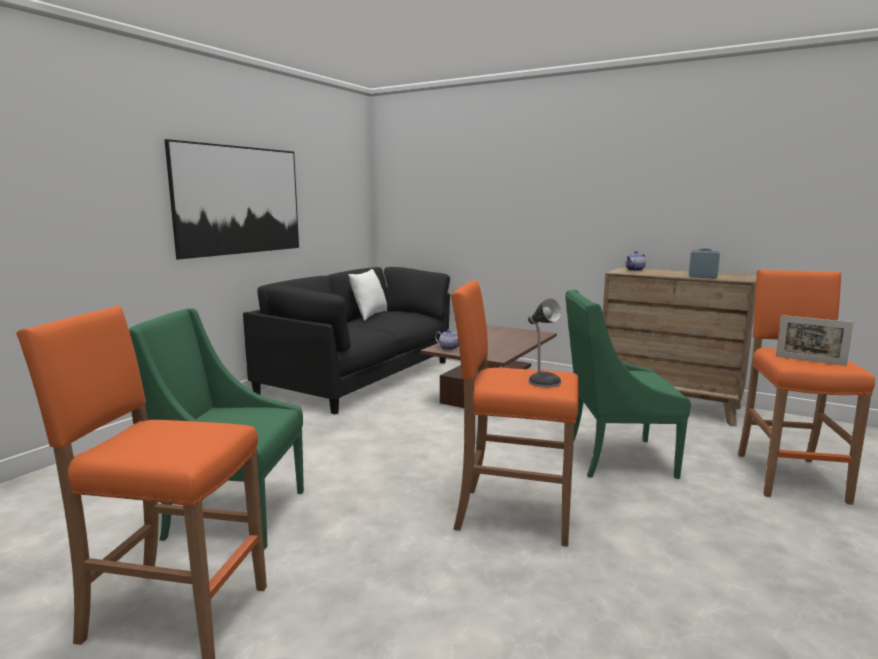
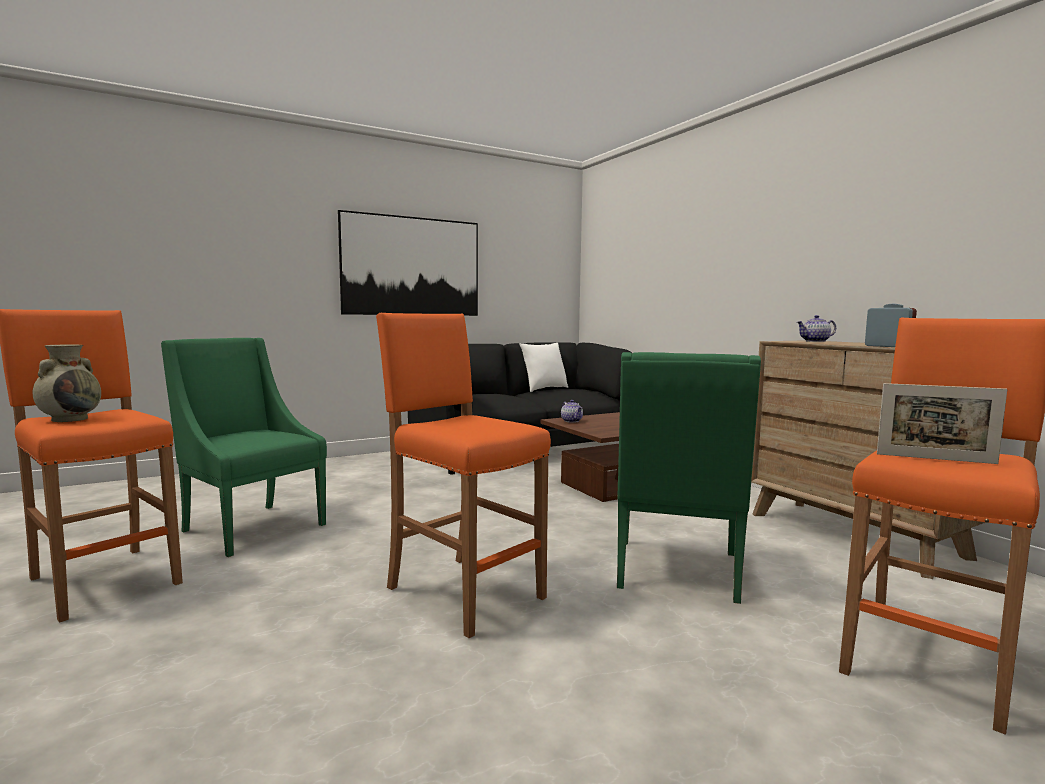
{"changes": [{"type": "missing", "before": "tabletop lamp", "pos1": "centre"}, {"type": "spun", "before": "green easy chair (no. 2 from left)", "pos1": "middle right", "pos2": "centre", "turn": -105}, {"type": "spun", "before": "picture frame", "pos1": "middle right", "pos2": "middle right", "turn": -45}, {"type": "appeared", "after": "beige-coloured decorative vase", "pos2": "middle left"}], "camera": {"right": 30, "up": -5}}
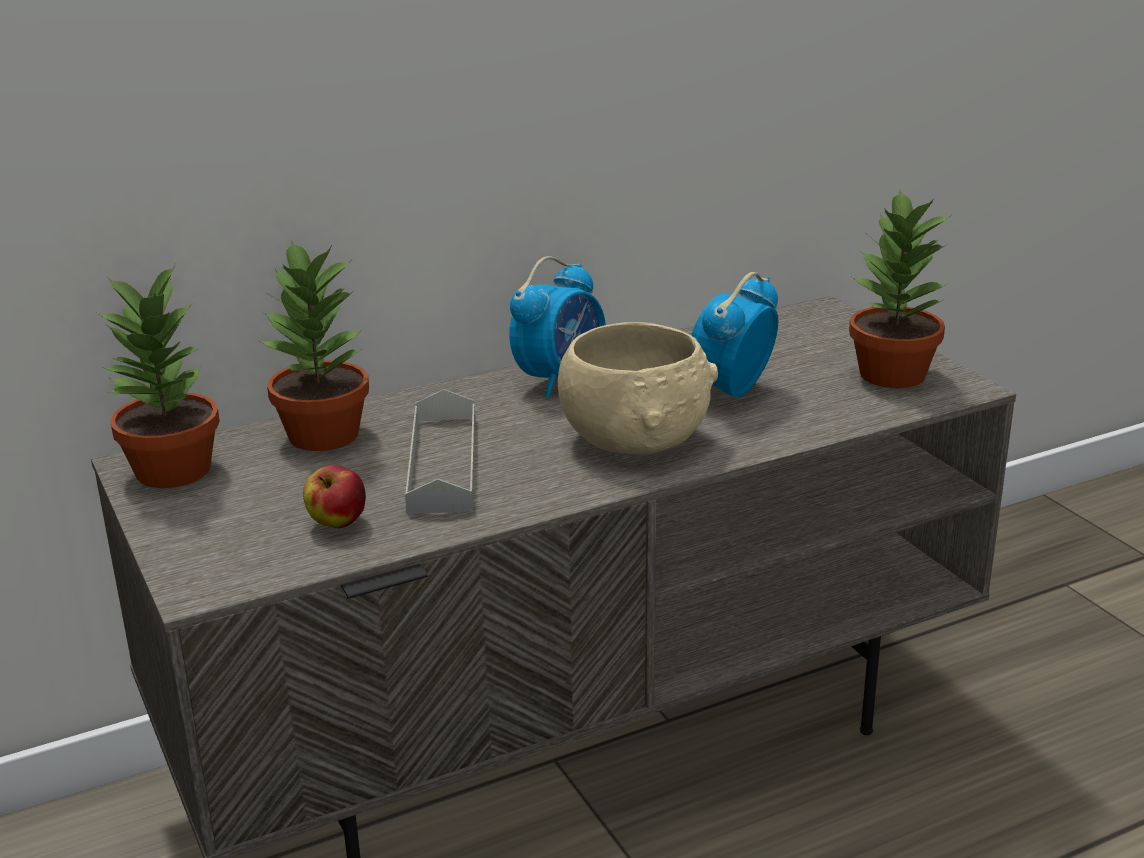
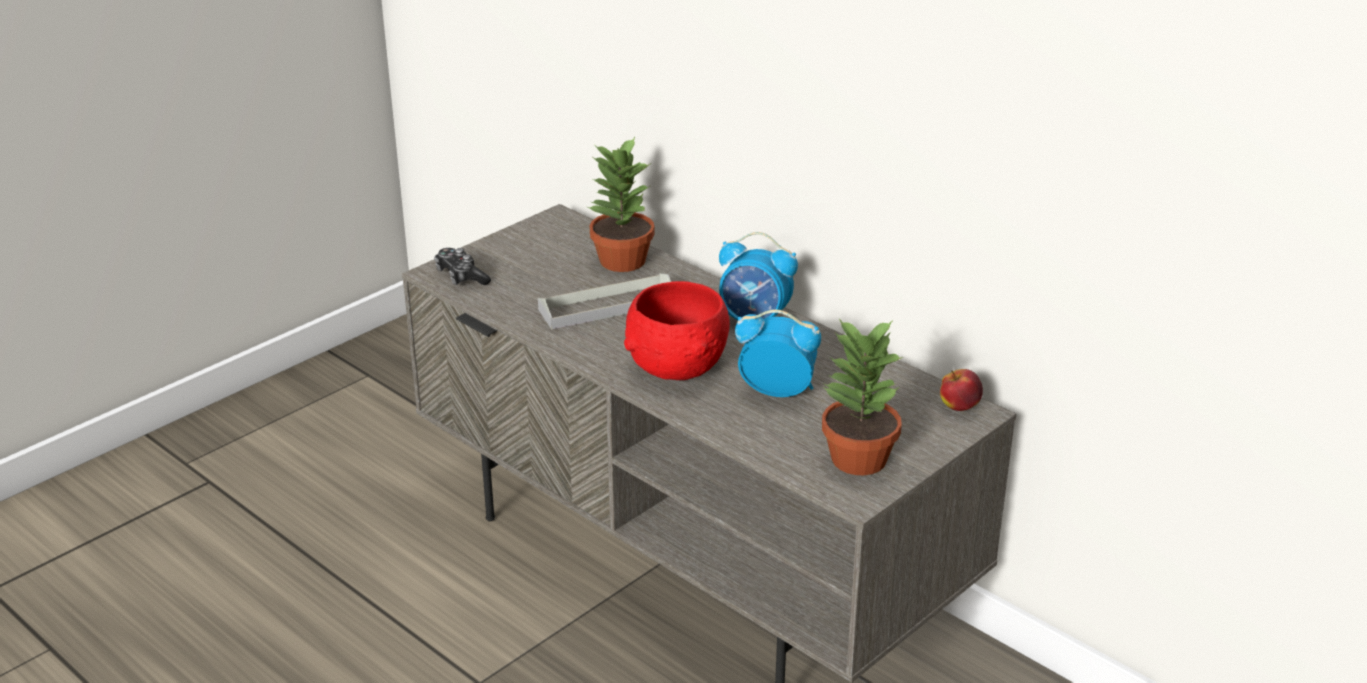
{"changes": [{"type": "missing", "before": "houseplant (no. 1 from left)", "pos1": "middle left"}, {"type": "relocated", "before": "whole apple", "pos1": "middle left", "pos2": "middle right"}, {"type": "colour", "before": "beige-coloured serving bowl", "after": "red serving bowl", "pos1": "centre", "pos2": "centre"}, {"type": "appeared", "after": "gamepad", "pos2": "centre"}], "camera": {"right": 70, "up": 5}}
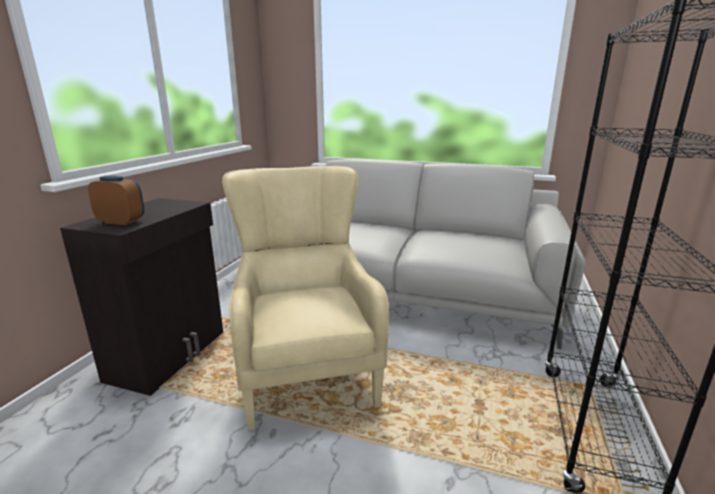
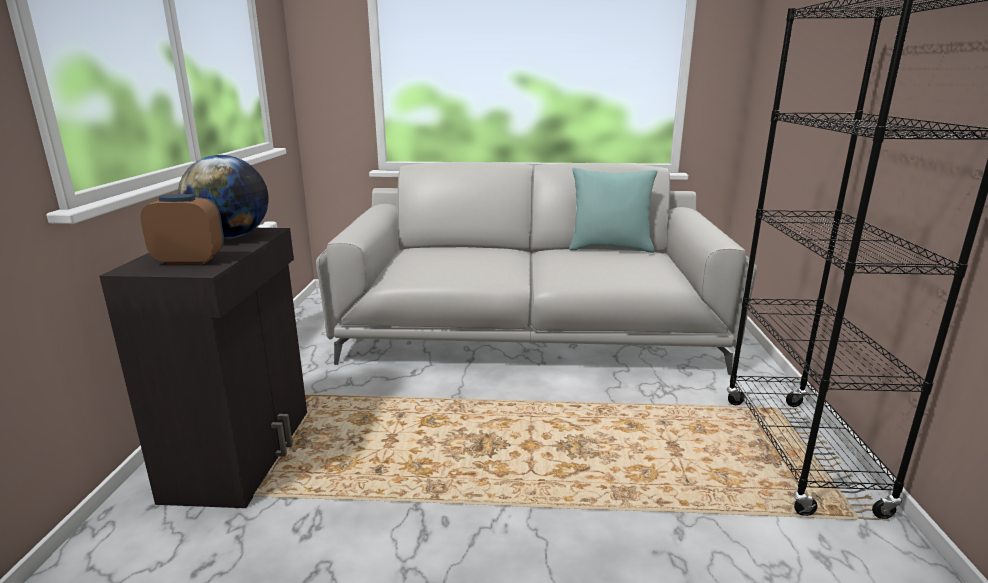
{"changes": [{"type": "missing", "before": "beige-coloured easy chair", "pos1": "centre"}, {"type": "appeared", "after": "globe", "pos2": "middle left"}, {"type": "appeared", "after": "turquoise-coloured throw pillow", "pos2": "centre"}], "camera": {"right": -15, "up": 0}}
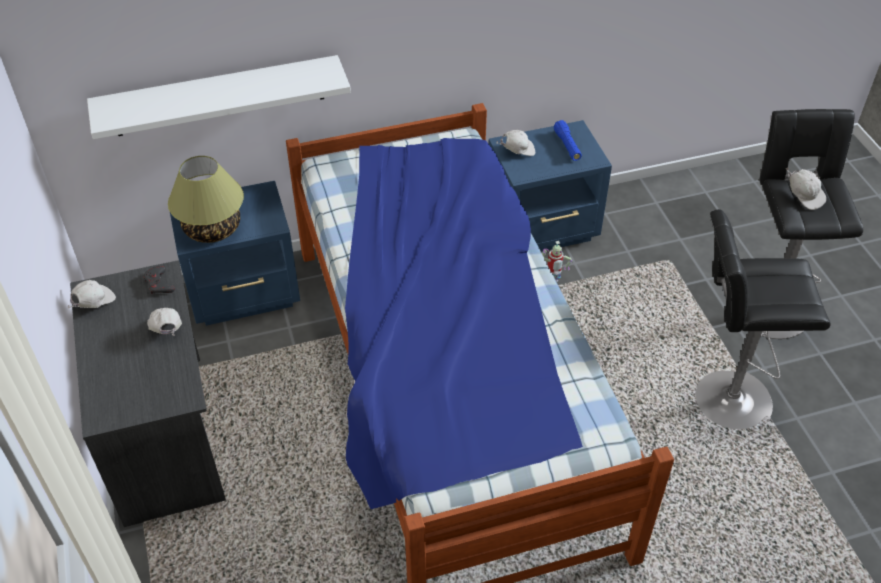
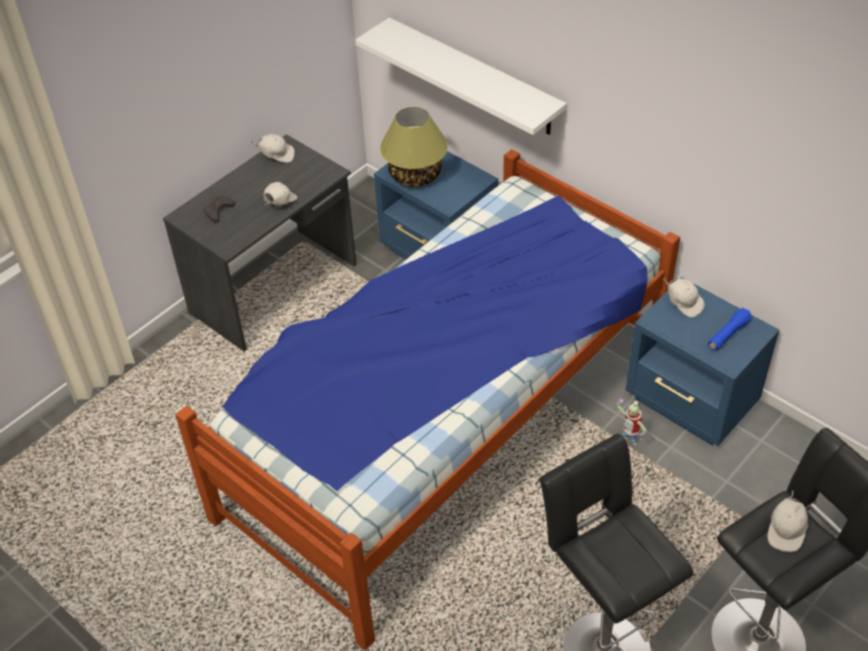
{"changes": [{"type": "relocated", "before": "gray gamepad", "pos1": "middle left", "pos2": "top left"}], "camera": {"right": 60, "up": 0}}
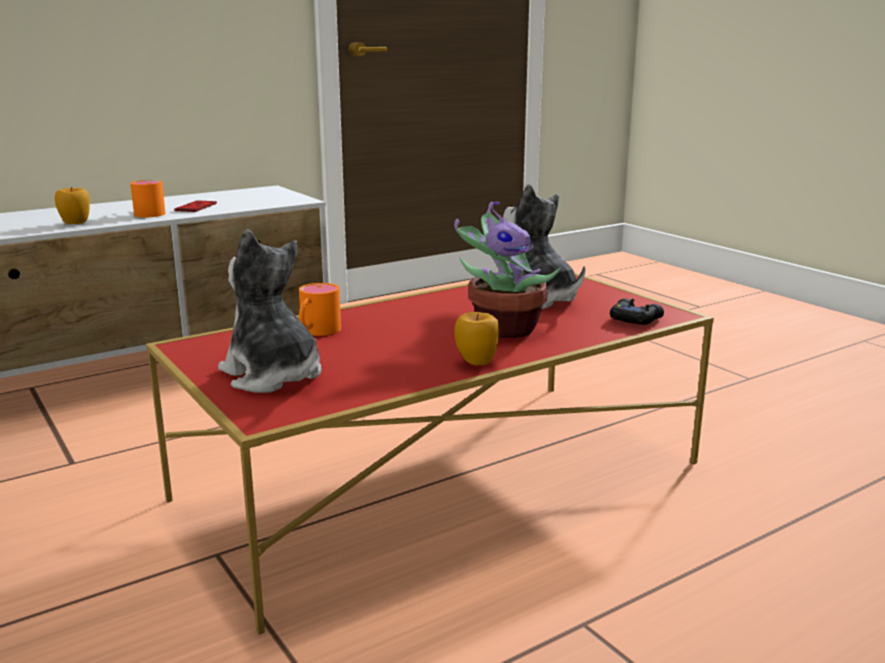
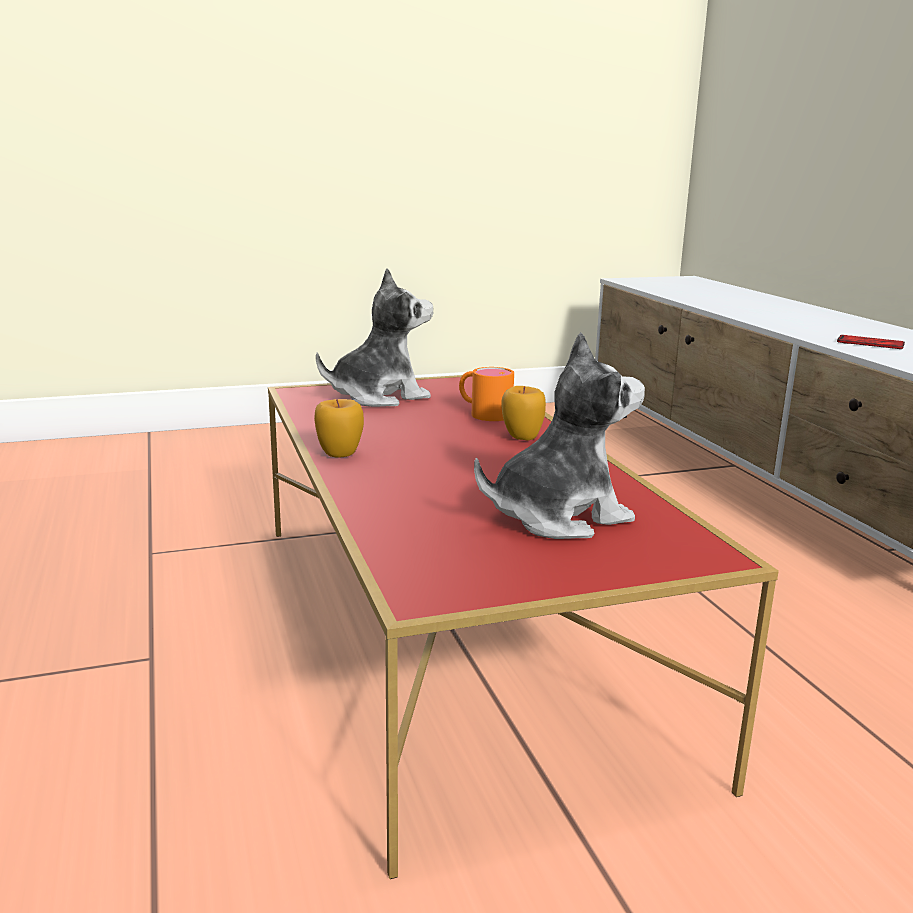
{"changes": [{"type": "relocated", "before": "whole apple (no. 1 from left in the first image)", "after": "whole apple (no. 2 from left)", "pos1": "top left", "pos2": "centre"}, {"type": "missing", "before": "orange-coloured mug (no. 1 from left)", "pos1": "top left"}, {"type": "missing", "before": "houseplant", "pos1": "centre"}, {"type": "missing", "before": "black gamepad", "pos1": "middle right"}], "camera": {"right": 105, "up": 0}}
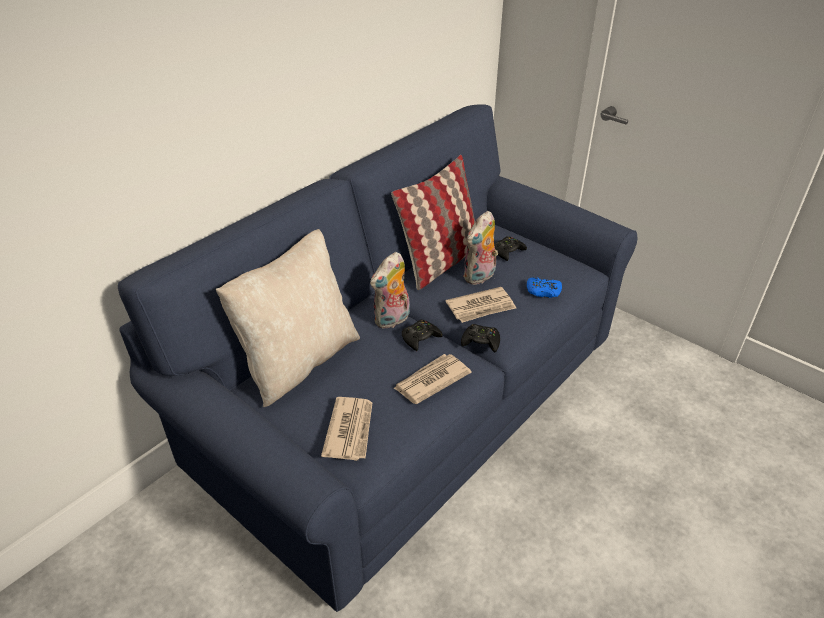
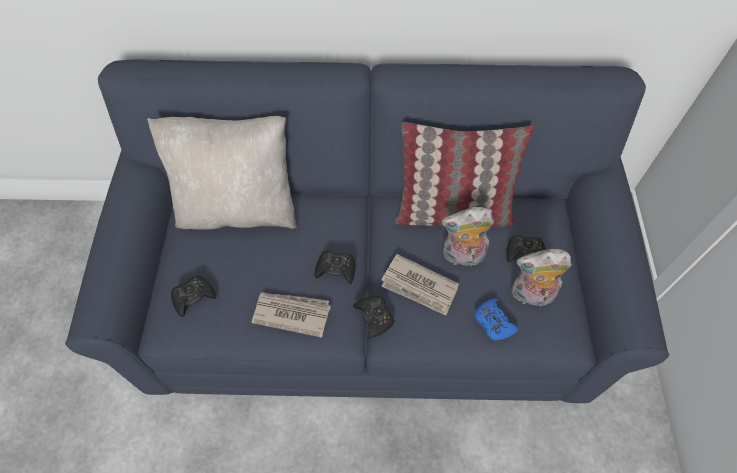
{"changes": [{"type": "exchanged", "before": "daily paper (no. 1 from left)", "after": "black gamepad (no. 1 from left)", "pos1": "bottom centre", "pos2": "middle left"}, {"type": "relocated", "before": "soft toy (no. 1 from left in the first image)", "after": "soft toy (no. 2 from left)", "pos1": "centre", "pos2": "middle right"}], "camera": {"right": 50, "up": 20}}
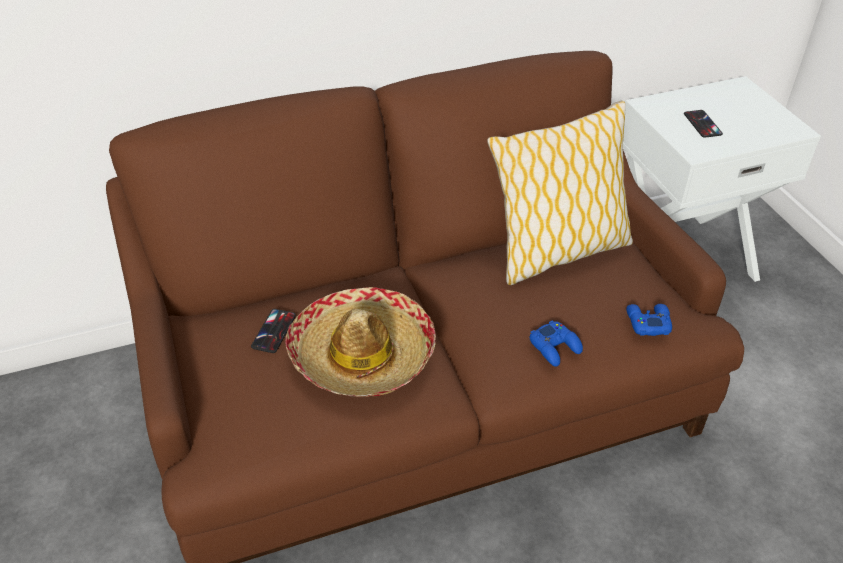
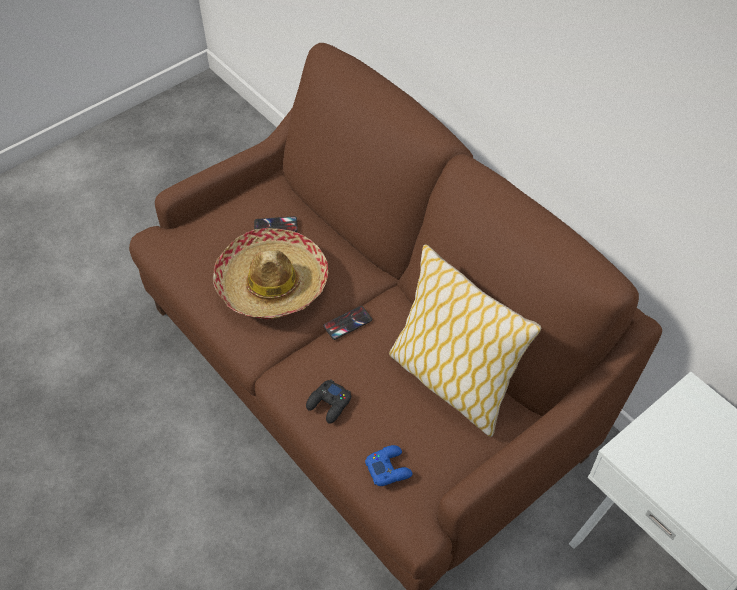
{"changes": [{"type": "colour", "before": "blue gamepad (no. 1 from left)", "after": "black gamepad", "pos1": "centre", "pos2": "bottom centre"}, {"type": "relocated", "before": "phone (no. 2 from left)", "pos1": "top right", "pos2": "centre"}], "camera": {"right": 70, "up": 10}}
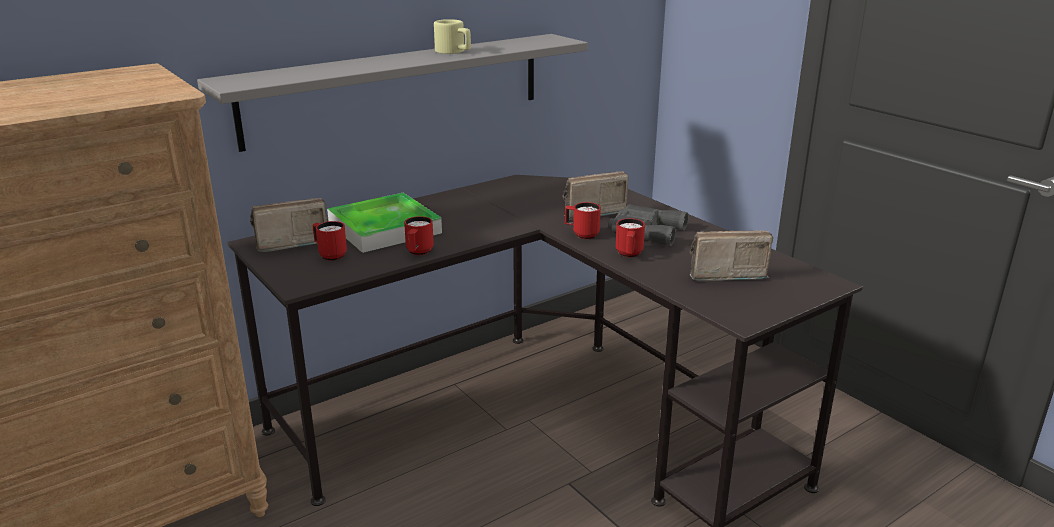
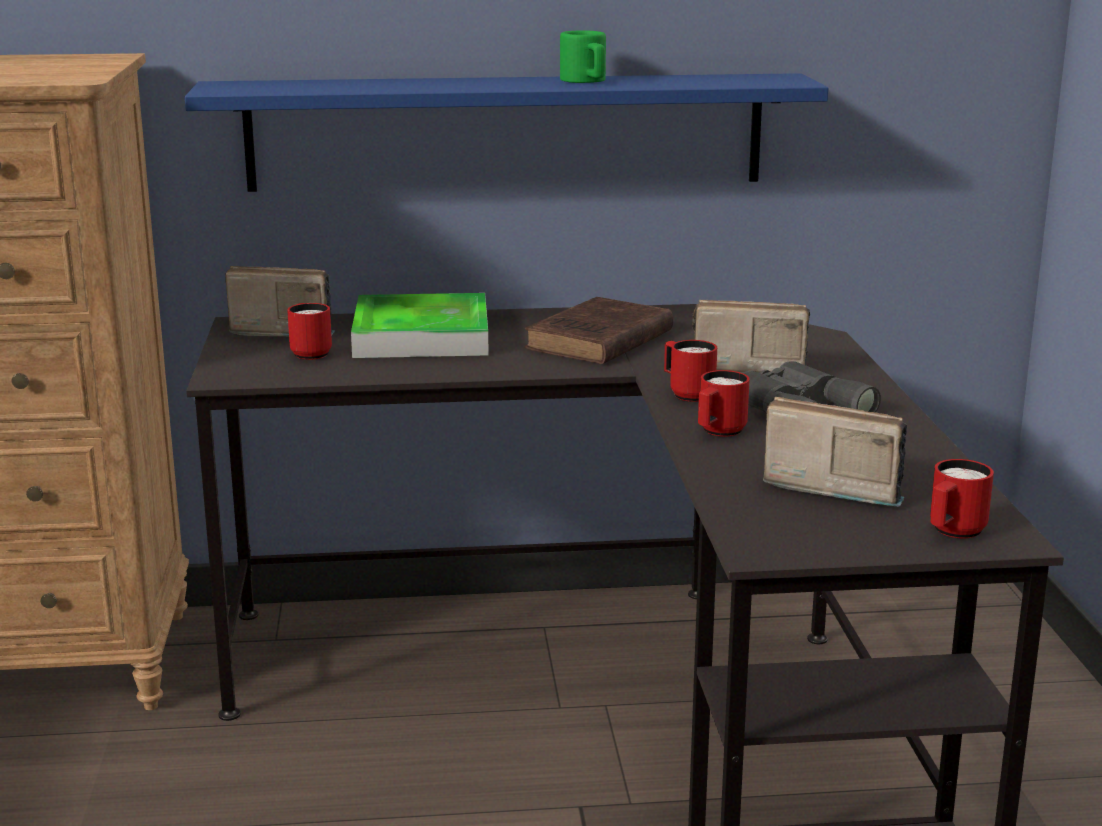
{"changes": [{"type": "colour", "before": "gray bracket shelf", "after": "blue bracket shelf", "pos1": "top centre", "pos2": "top centre"}, {"type": "relocated", "before": "red mug (no. 2 from left in the first image)", "after": "red mug (no. 4 from left)", "pos1": "centre", "pos2": "middle right"}, {"type": "colour", "before": "beige-coloured mug", "after": "green mug", "pos1": "top centre", "pos2": "top centre"}, {"type": "appeared", "after": "brown-coloured bound book", "pos2": "centre"}], "camera": {"right": 30, "up": -5}}
